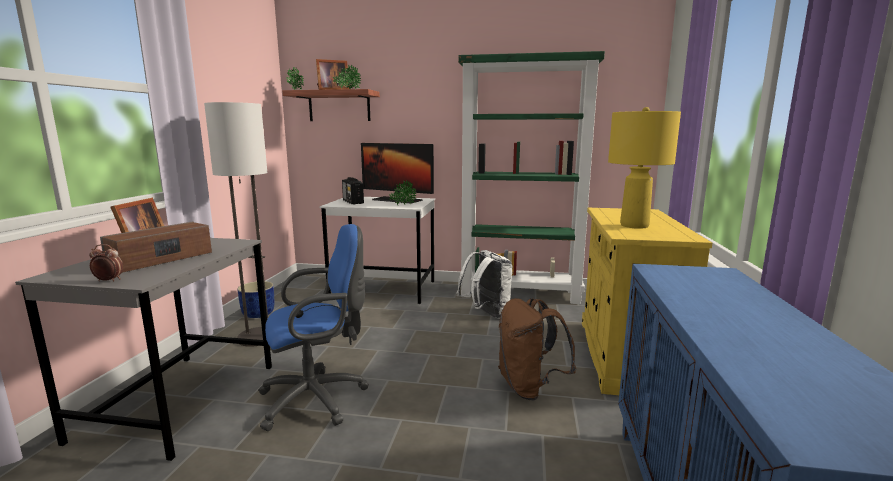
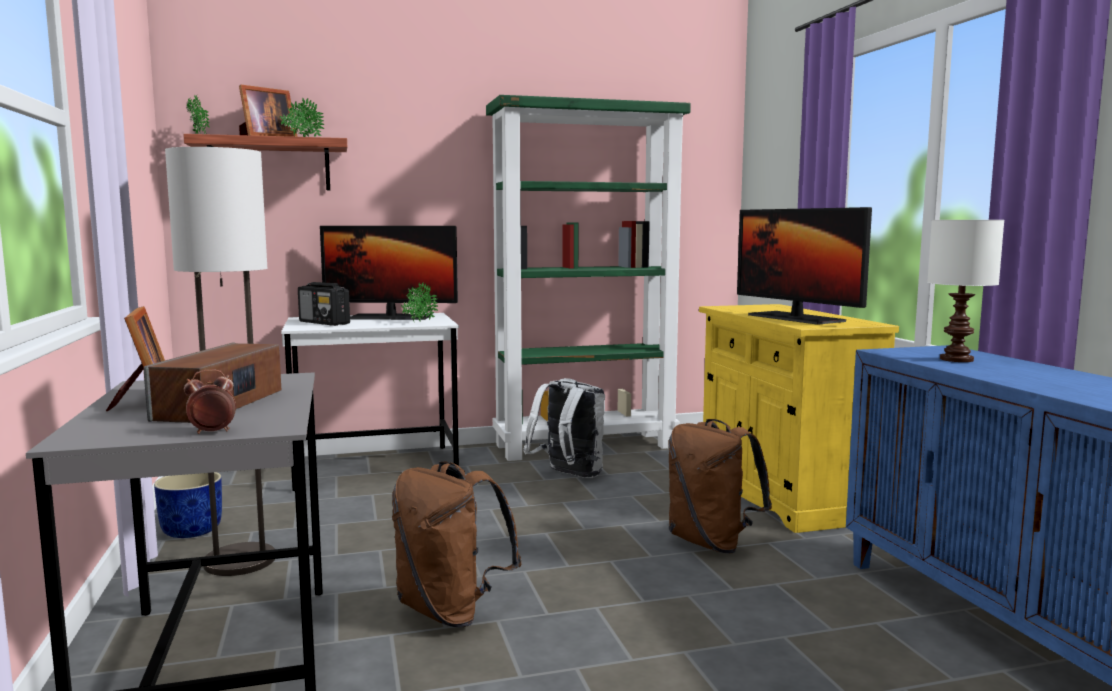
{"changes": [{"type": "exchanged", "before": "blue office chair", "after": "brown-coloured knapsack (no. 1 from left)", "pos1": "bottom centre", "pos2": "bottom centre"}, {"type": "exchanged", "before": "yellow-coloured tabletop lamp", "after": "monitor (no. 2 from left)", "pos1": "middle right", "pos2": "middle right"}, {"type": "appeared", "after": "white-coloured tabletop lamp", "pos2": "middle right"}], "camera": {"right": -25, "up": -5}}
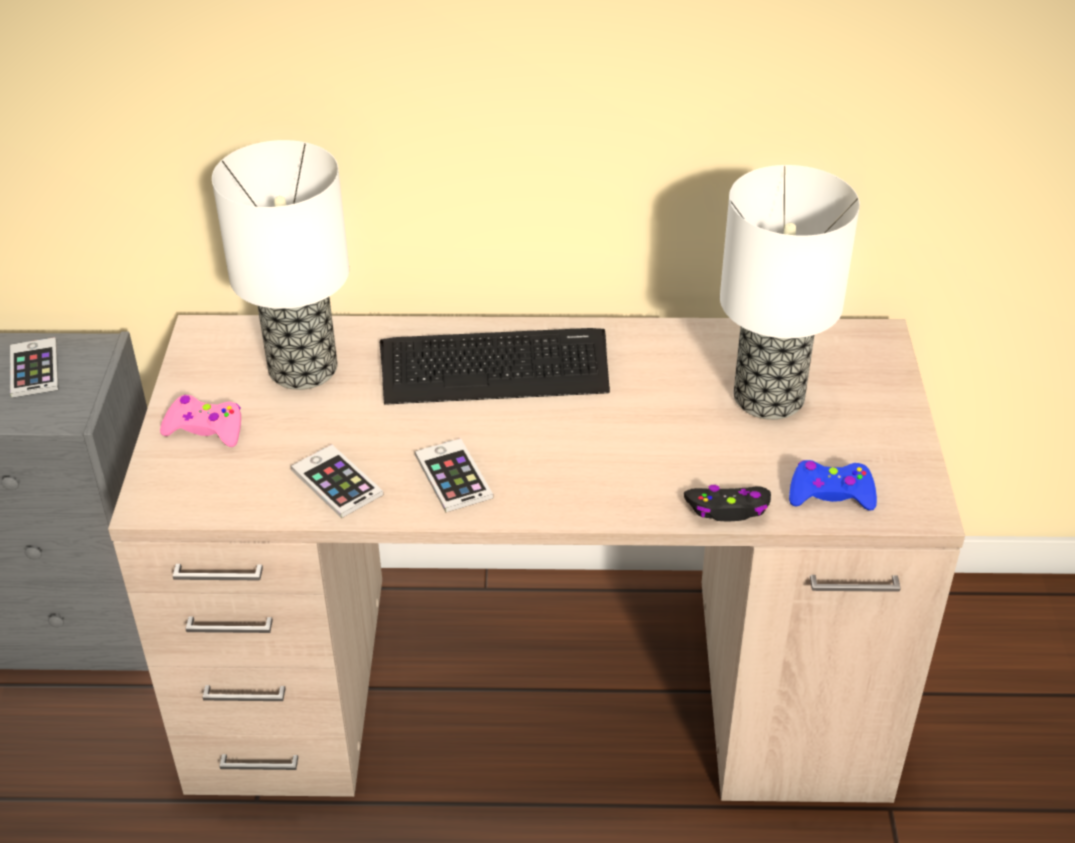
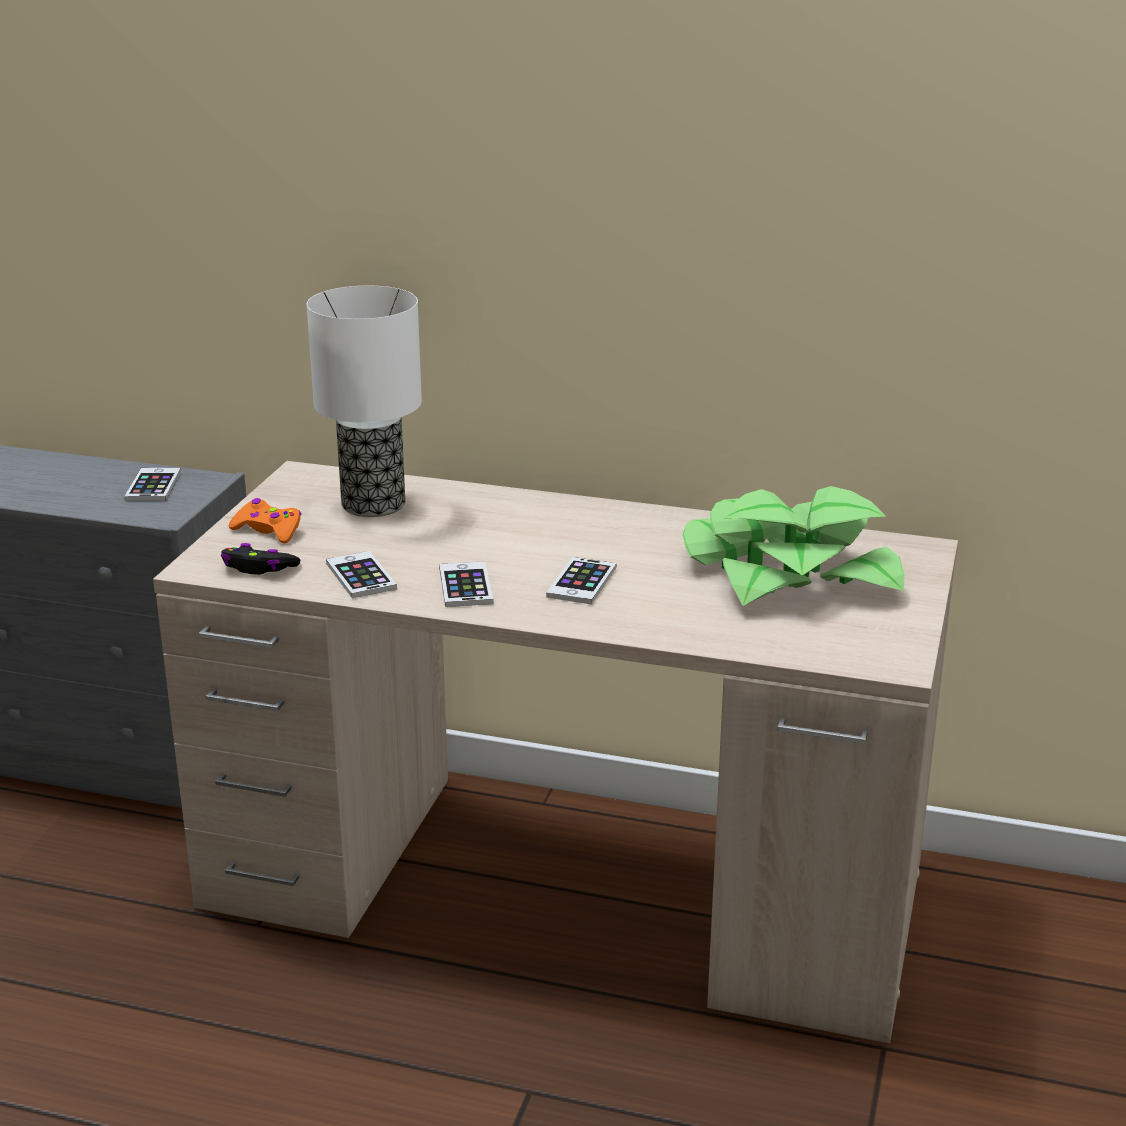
{"changes": [{"type": "colour", "before": "pinkish gamepad", "after": "orange-coloured gamepad", "pos1": "middle left", "pos2": "middle left"}, {"type": "missing", "before": "PC keyboard", "pos1": "centre"}, {"type": "relocated", "before": "black gamepad", "pos1": "middle right", "pos2": "middle left"}, {"type": "exchanged", "before": "tabletop lamp (no. 2 from left)", "after": "houseplant", "pos1": "middle right", "pos2": "middle right"}, {"type": "missing", "before": "blue gamepad", "pos1": "middle right"}, {"type": "appeared", "after": "phone (no. 4 from left)", "pos2": "centre"}], "camera": {"right": 15, "up": -15}}
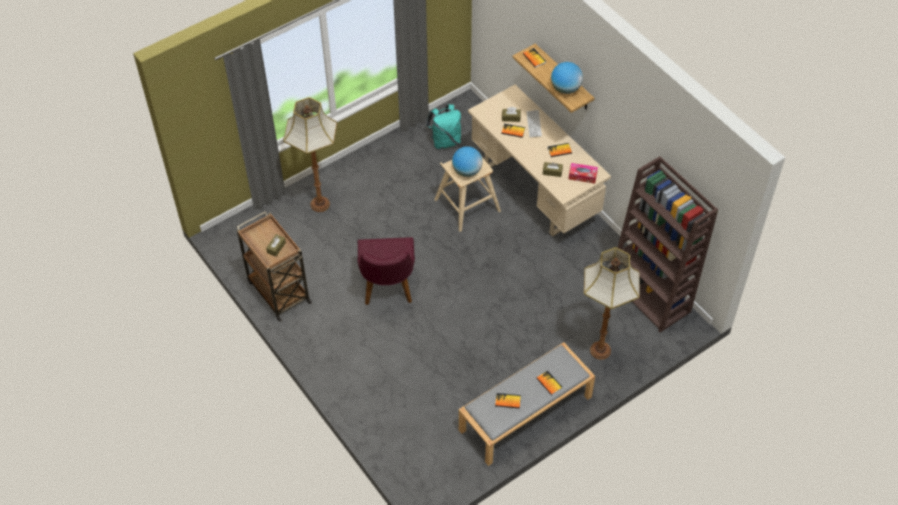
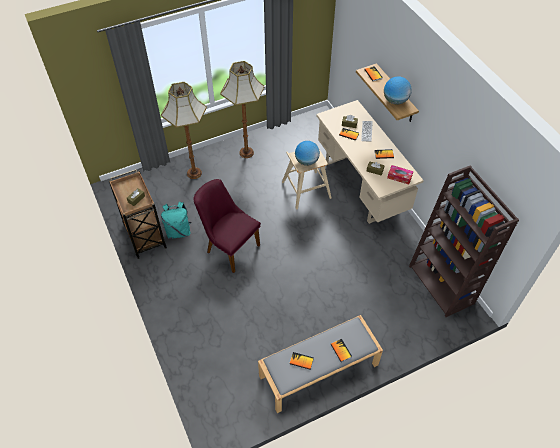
{"changes": [{"type": "spun", "before": "purplish plain chair", "pos1": "centre", "pos2": "centre", "turn": 120}, {"type": "relocated", "before": "turquoise-coloured knapsack", "pos1": "top centre", "pos2": "middle left"}, {"type": "relocated", "before": "standard lamp (no. 2 from left)", "pos1": "middle right", "pos2": "top centre"}], "camera": {"right": 10, "up": 0}}
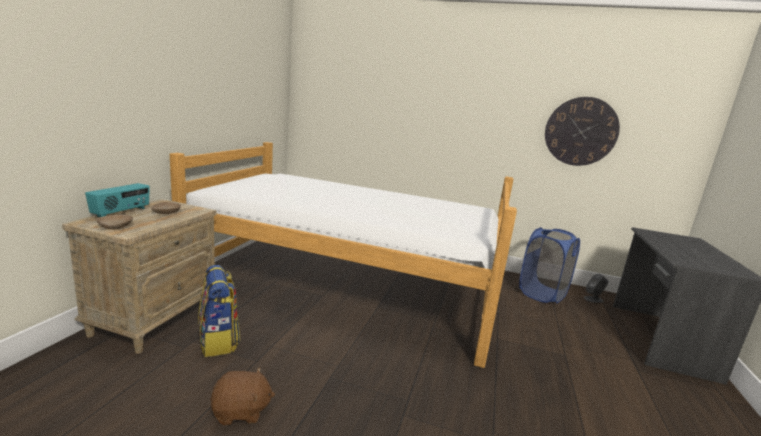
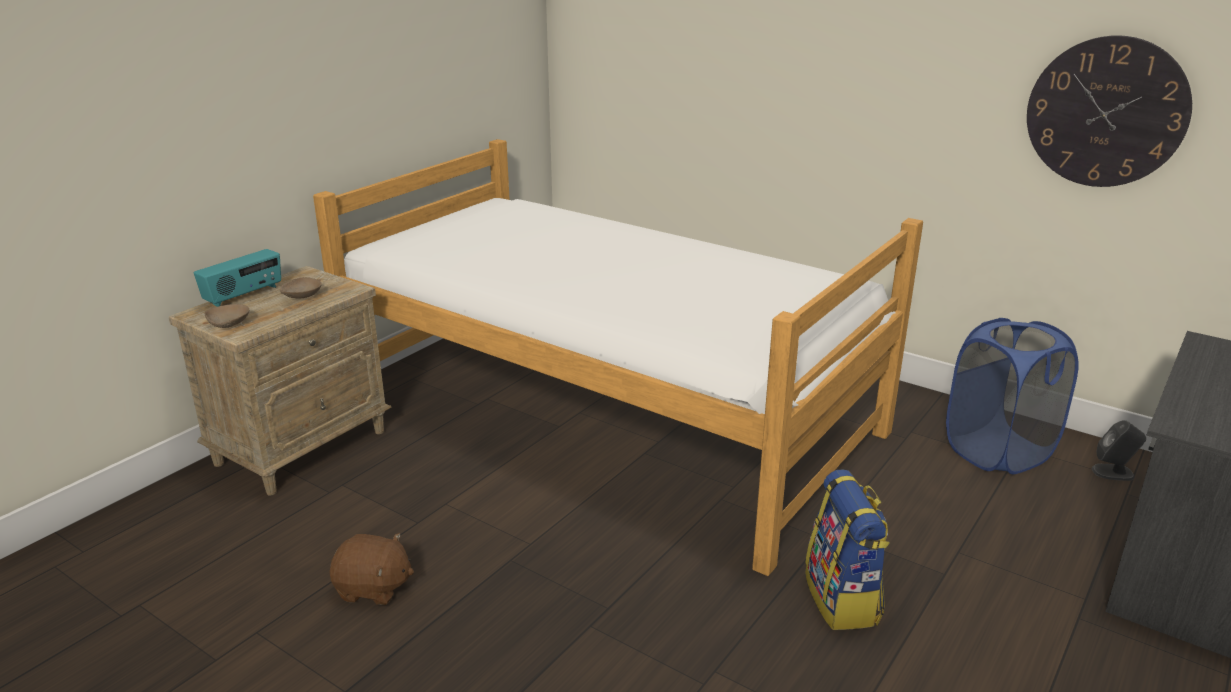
{"changes": [{"type": "relocated", "before": "knapsack", "pos1": "bottom left", "pos2": "bottom right"}], "camera": {"right": 20, "up": 10}}
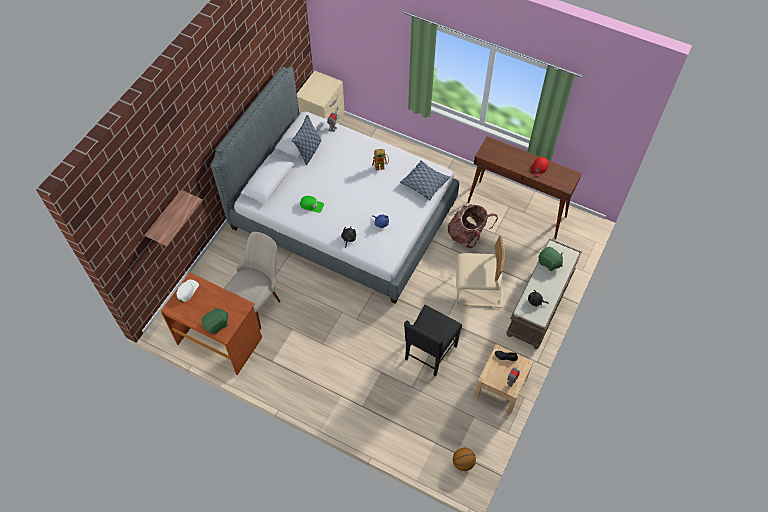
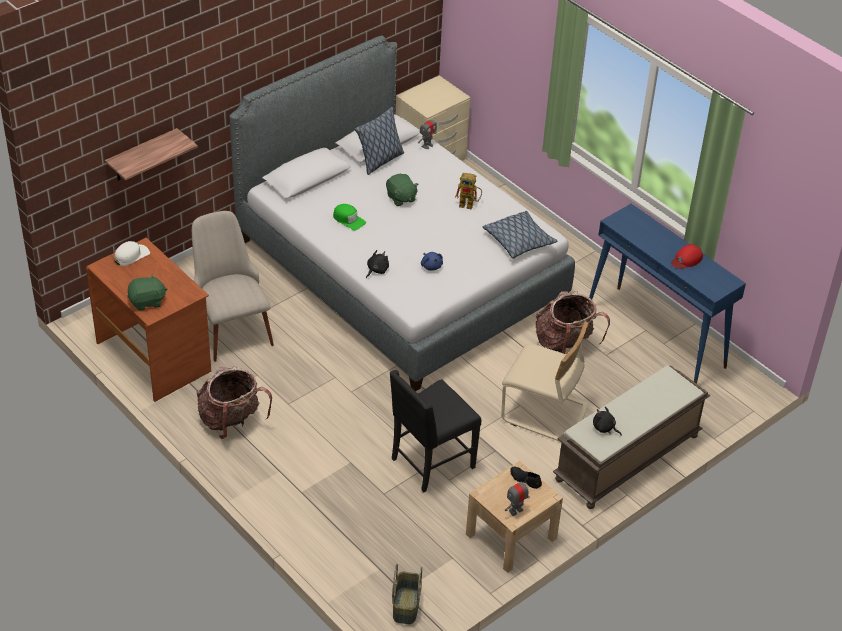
{"changes": [{"type": "spun", "before": "beige-coloured plain chair (no. 1 from left)", "pos1": "middle left", "pos2": "middle left", "turn": -75}, {"type": "exchanged", "before": "basketball", "after": "basket", "pos1": "bottom centre", "pos2": "bottom centre"}, {"type": "colour", "before": "brown-coloured hall table", "after": "blue hall table", "pos1": "middle right", "pos2": "middle right"}, {"type": "relocated", "before": "green soft toy (no. 2 from left)", "pos1": "middle right", "pos2": "top centre"}, {"type": "appeared", "after": "knapsack (no. 1 from left)", "pos2": "middle left"}], "camera": {"right": 20, "up": -15}}
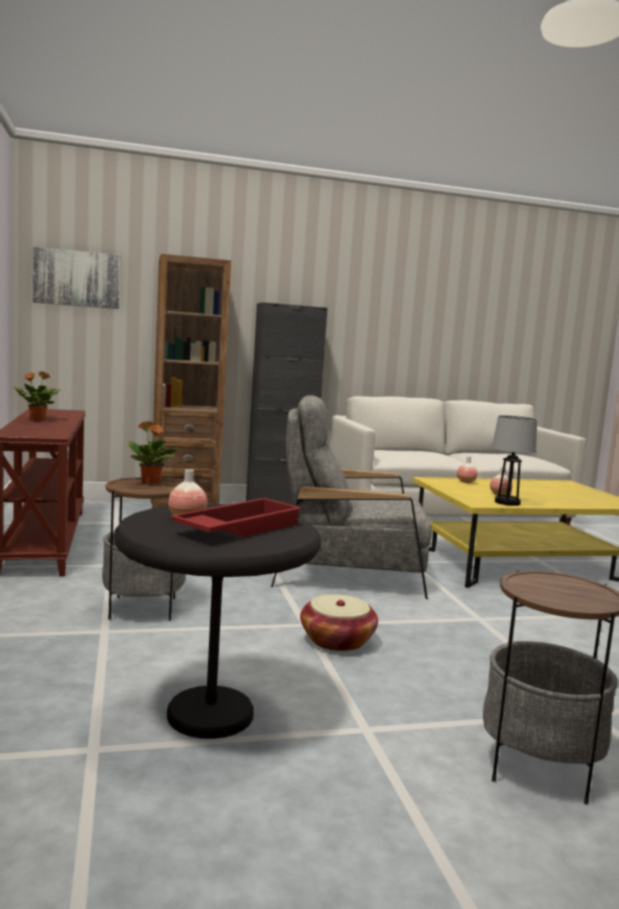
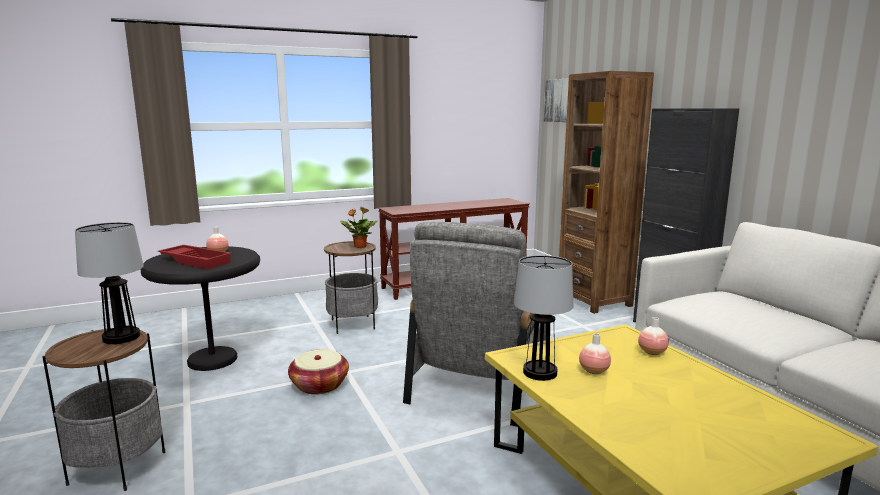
{"changes": [{"type": "missing", "before": "houseplant (no. 1 from left)", "pos1": "middle left"}, {"type": "spun", "before": "gray easy chair", "pos1": "centre", "pos2": "centre", "turn": -150}, {"type": "appeared", "after": "tabletop lamp (no. 1 from left)", "pos2": "middle left"}], "camera": {"right": 80, "up": 5}}
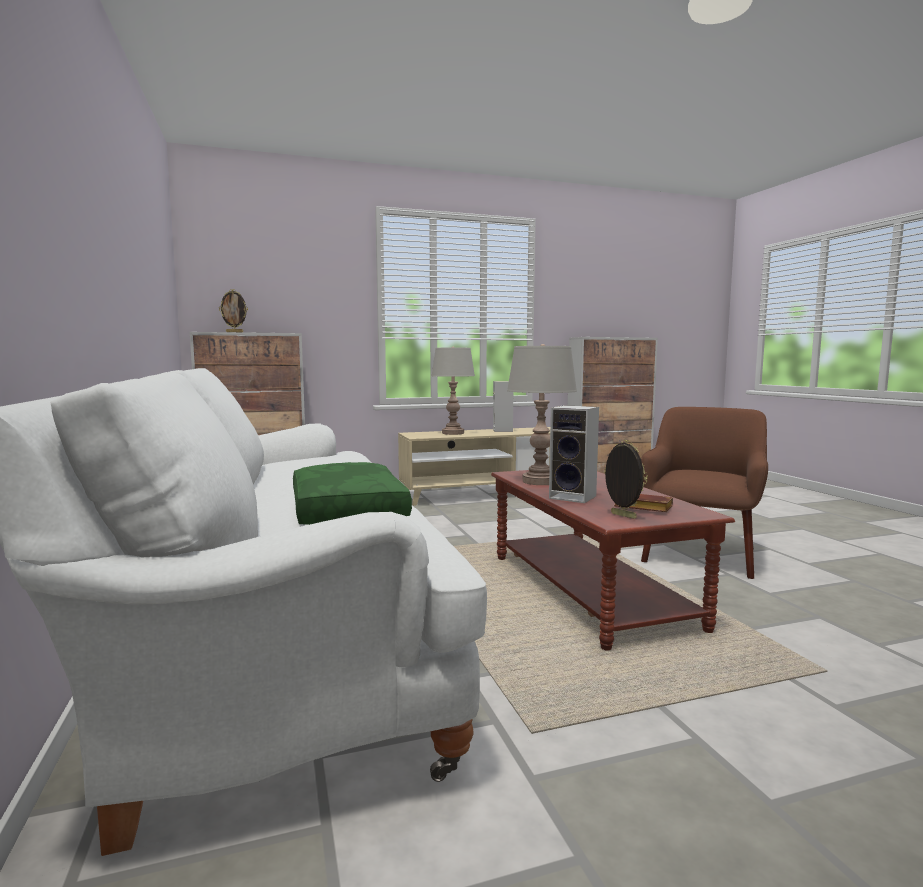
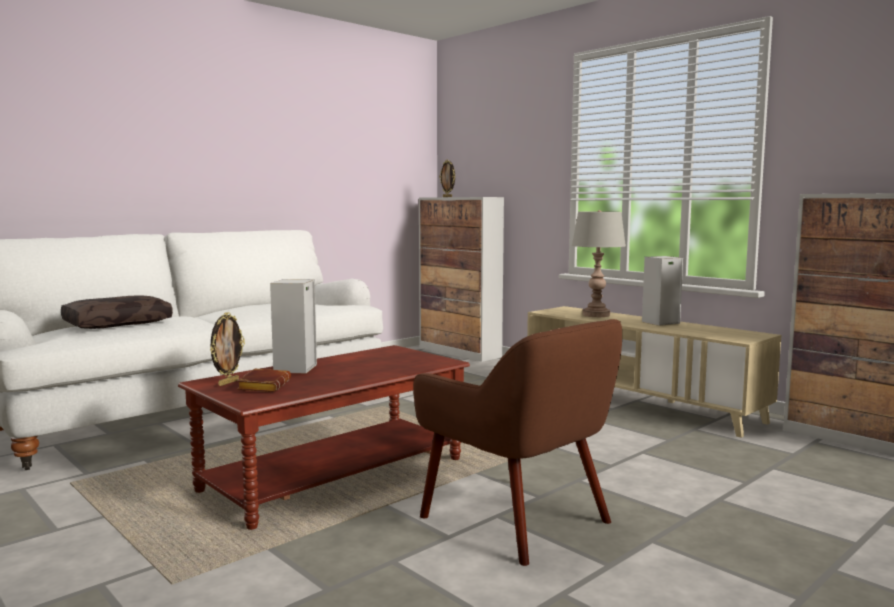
{"changes": [{"type": "colour", "before": "green throw pillow", "after": "brown-coloured throw pillow", "pos1": "centre", "pos2": "middle left"}, {"type": "missing", "before": "gray tabletop lamp (no. 2 from left)", "pos1": "centre"}, {"type": "spun", "before": "brown-coloured easy chair", "pos1": "middle right", "pos2": "bottom centre", "turn": 45}], "camera": {"right": 65, "up": 0}}
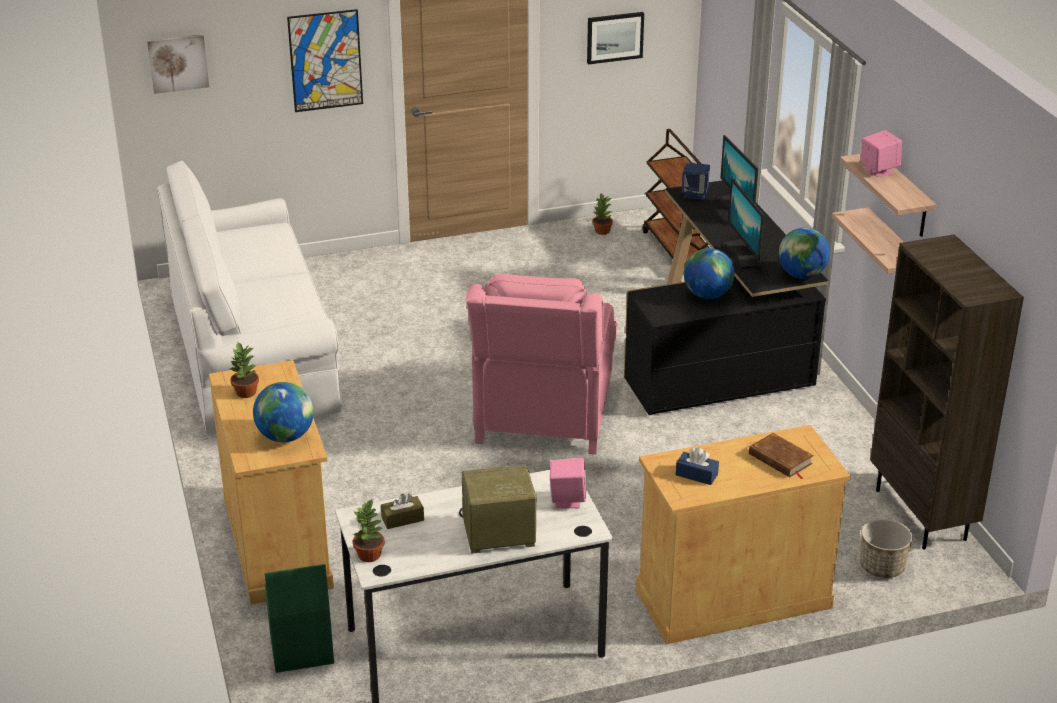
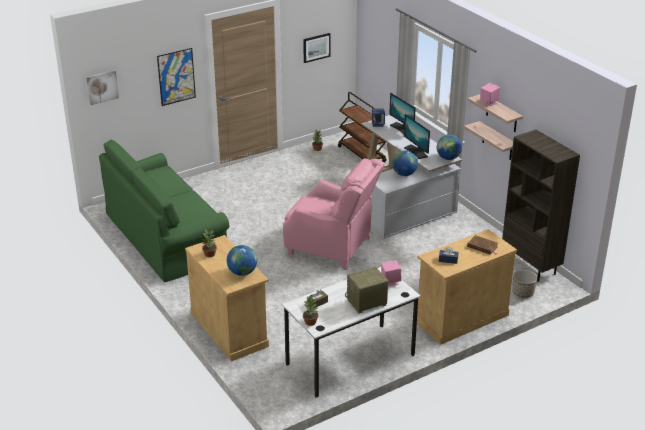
{"changes": [{"type": "colour", "before": "white-coloured settee", "after": "green settee", "pos1": "middle left", "pos2": "middle left"}, {"type": "missing", "before": "green storage container", "pos1": "bottom left"}, {"type": "spun", "before": "pinkish easy chair", "pos1": "centre", "pos2": "centre", "turn": -60}, {"type": "colour", "before": "black desk table", "after": "white-coloured desk table (no. 2 from left)", "pos1": "middle right", "pos2": "centre"}], "camera": {"right": -15, "up": 0}}
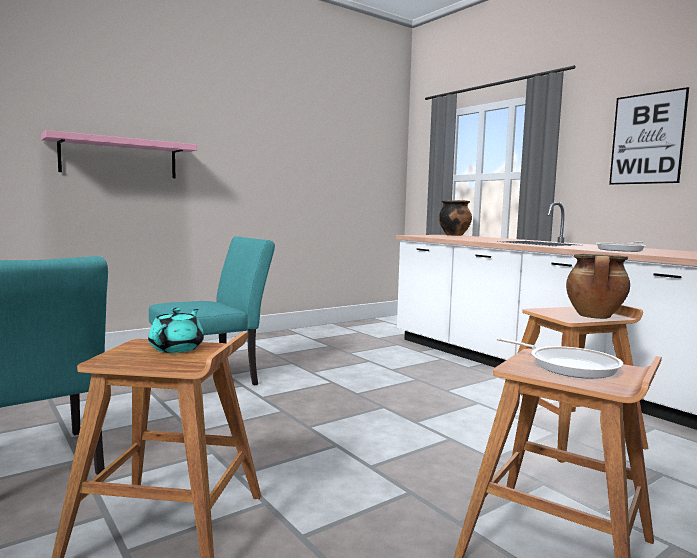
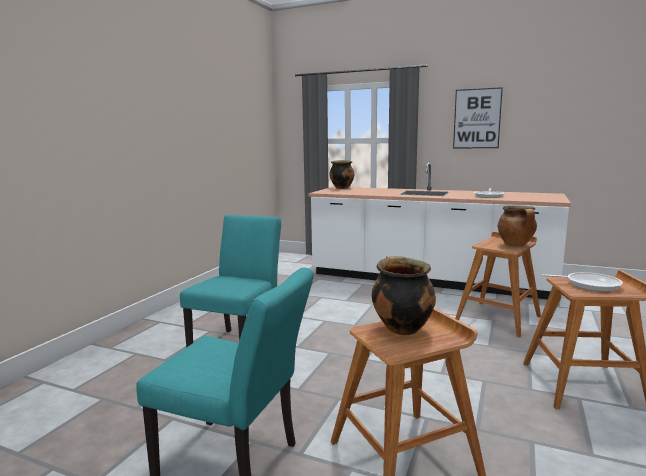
{"changes": [{"type": "missing", "before": "pinkish bracket shelf", "pos1": "top left"}, {"type": "exchanged", "before": "turquoise-coloured tea pot", "after": "stockpot (no. 2 from left)", "pos1": "middle left", "pos2": "centre"}], "camera": {"right": -30, "up": 5}}
